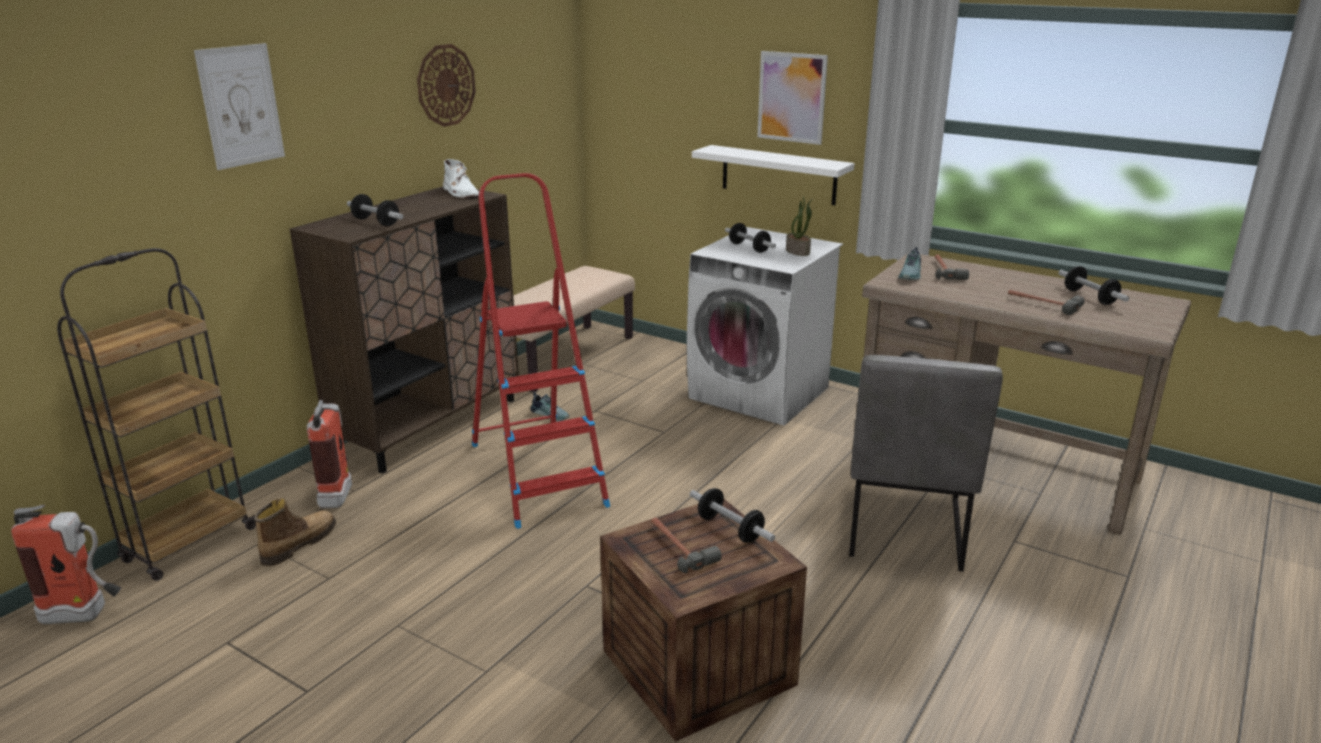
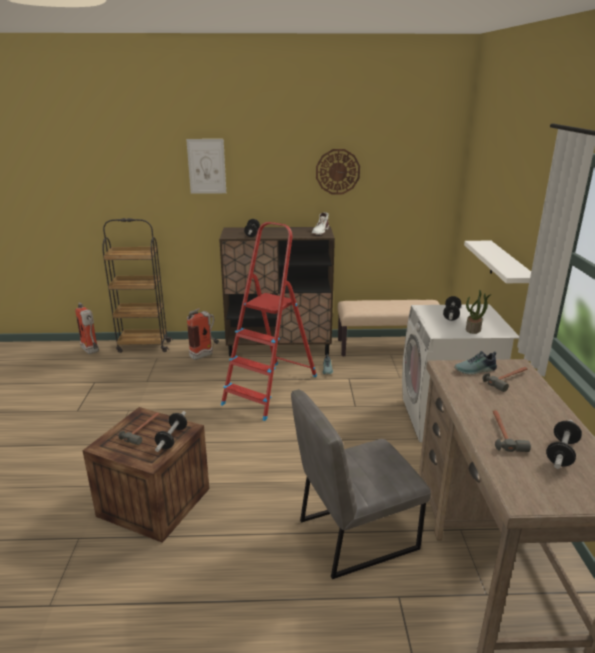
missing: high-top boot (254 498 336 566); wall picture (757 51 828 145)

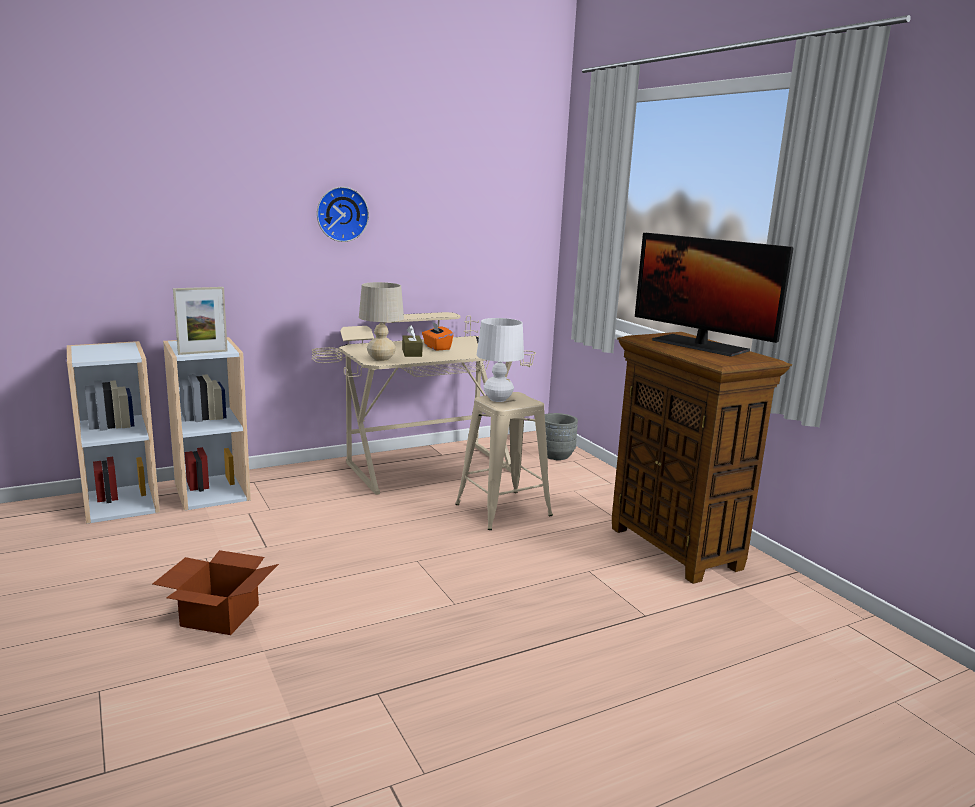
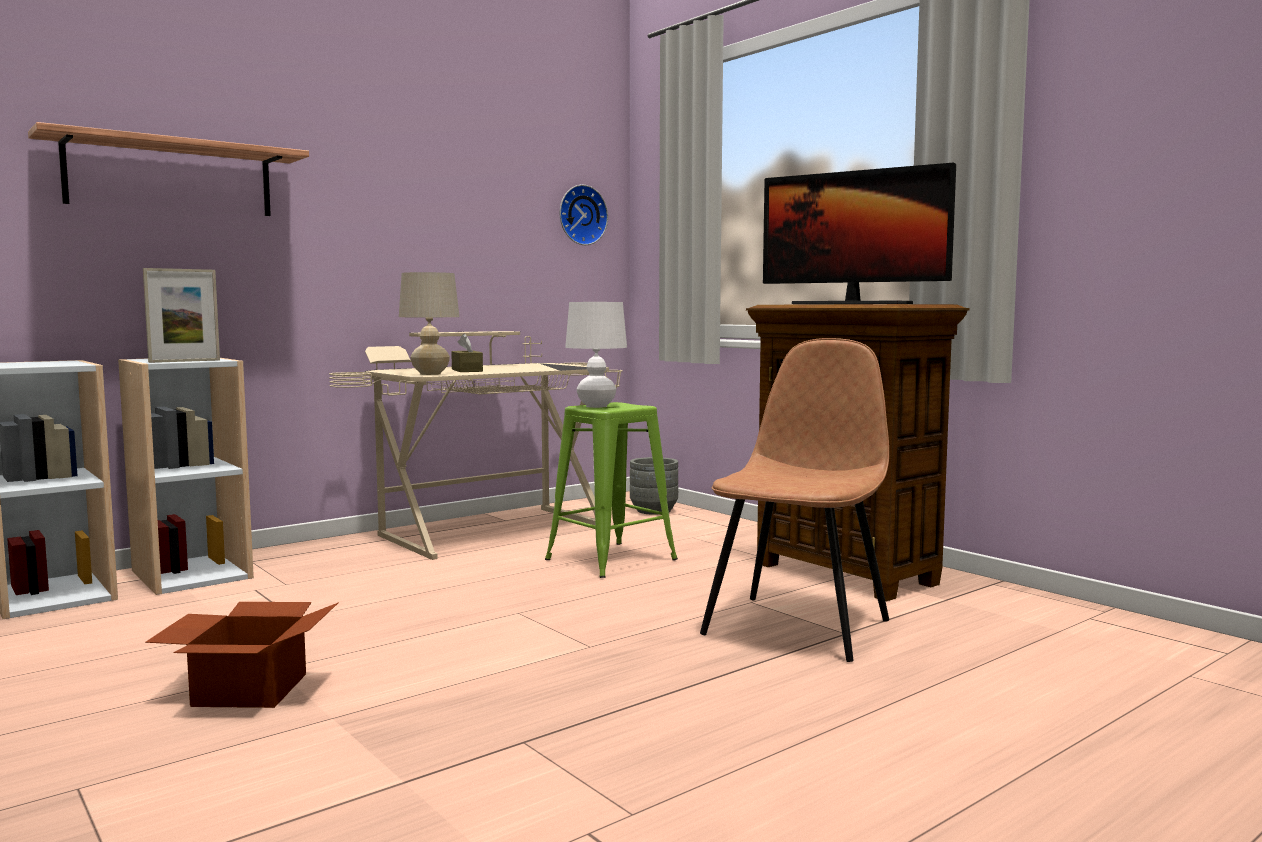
missing: tissue holder/orange-coloured (422 322 453 351)
appeared: bracket shelf (28 122 309 216); upright chair/brownish (700 338 889 662)
relocated: wall clock (317 187 369 242) to (560 185 608 245)
colour: sitting stool/beige (455 392 553 530) to sitting stool/green-coloured (545 402 678 578)

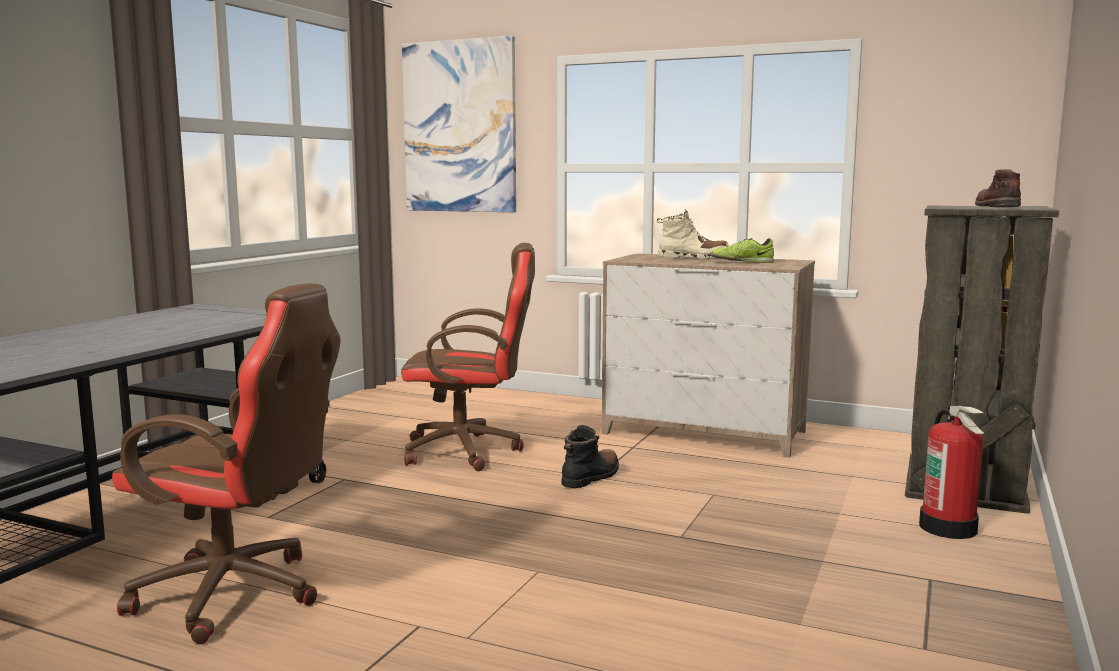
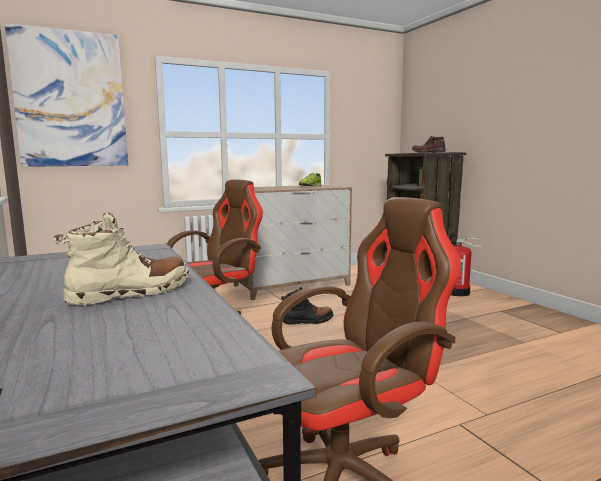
relocated: high-top boot/beige (656 209 729 259) to (53 212 190 306)
spun: high-top boot/black (561 425 619 489) = (281 287 334 325) 90 degrees clockwise

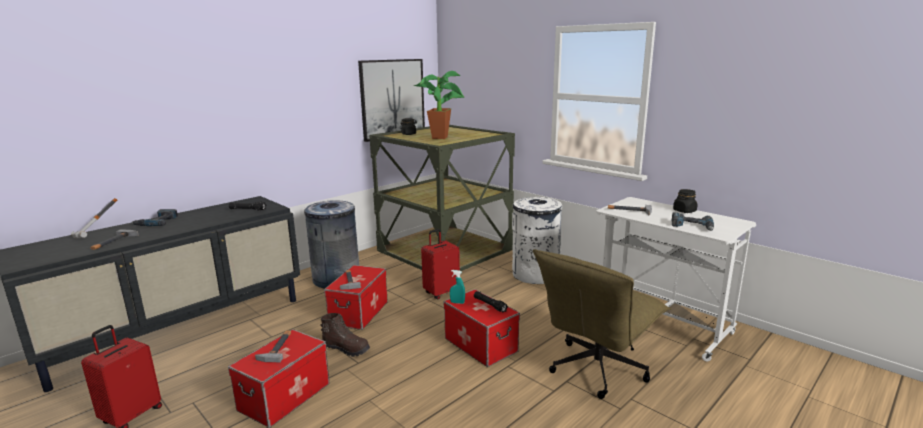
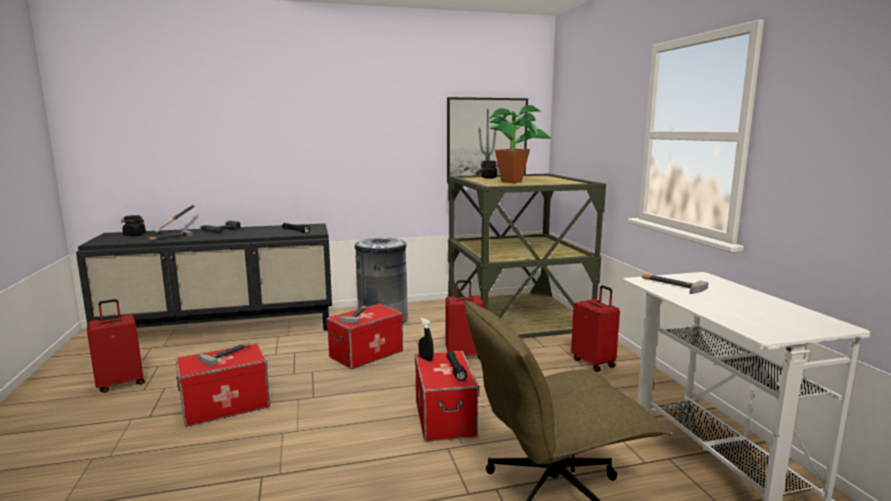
missing: high-top boot/brownish (321 313 370 357); power drill (672 212 714 231)
relocated: jar/black (673 189 698 213) to (121 215 146 236)
exchanged: waste bin/whitish (512 197 562 284) to travel case/reddish (571 285 620 372)
colour: hand sprayer/blue-green (450 270 465 304) to hand sprayer/black (419 318 433 361)

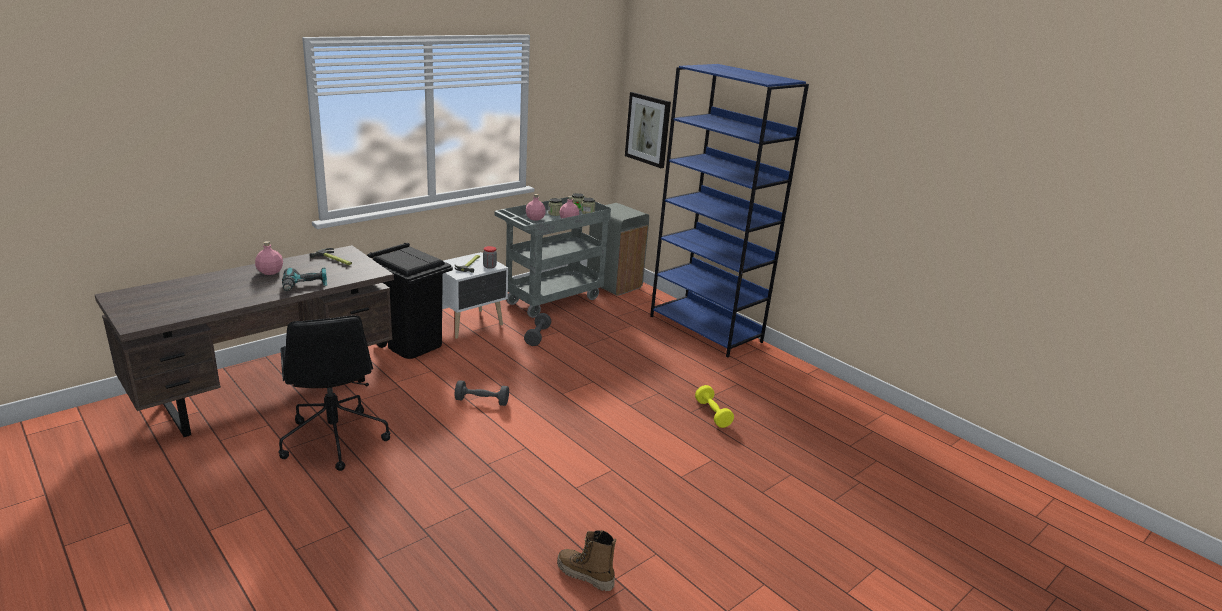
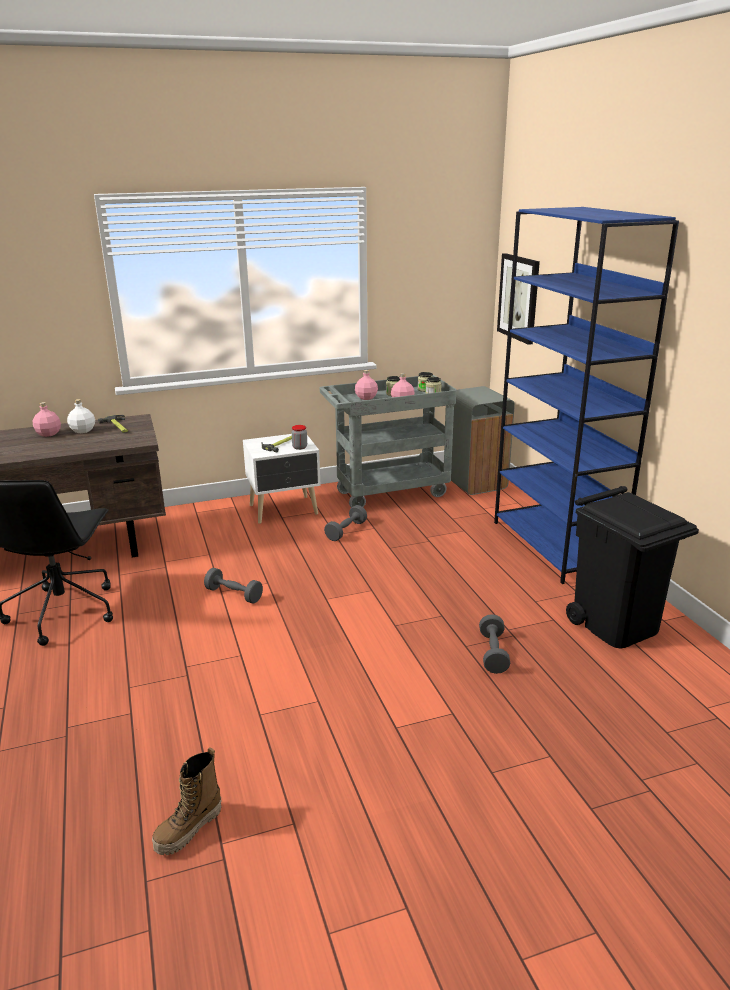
missing: power drill (282 267 327 291)
appeared: bottle/whitish (67 399 95 433)
relocated: waste bin/black (367 243 453 359) to (566 486 699 649)
colour: hand weight/yellowish (695 385 734 428) to hand weight/greyish (479 614 510 674)
spun: high-top boot (557 530 616 591) = (152 747 222 855) 105 degrees counterclockwise

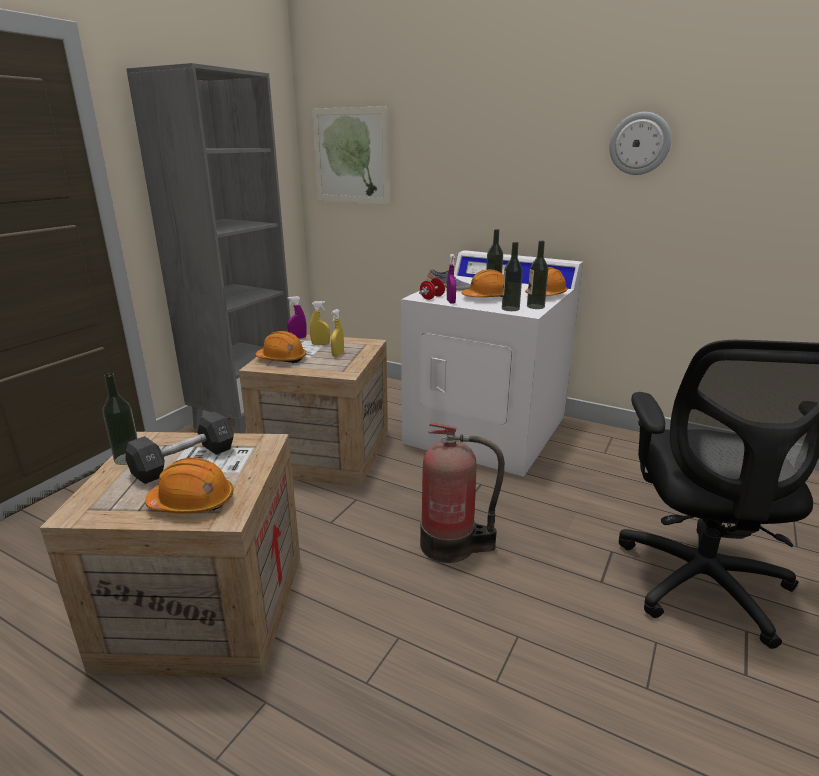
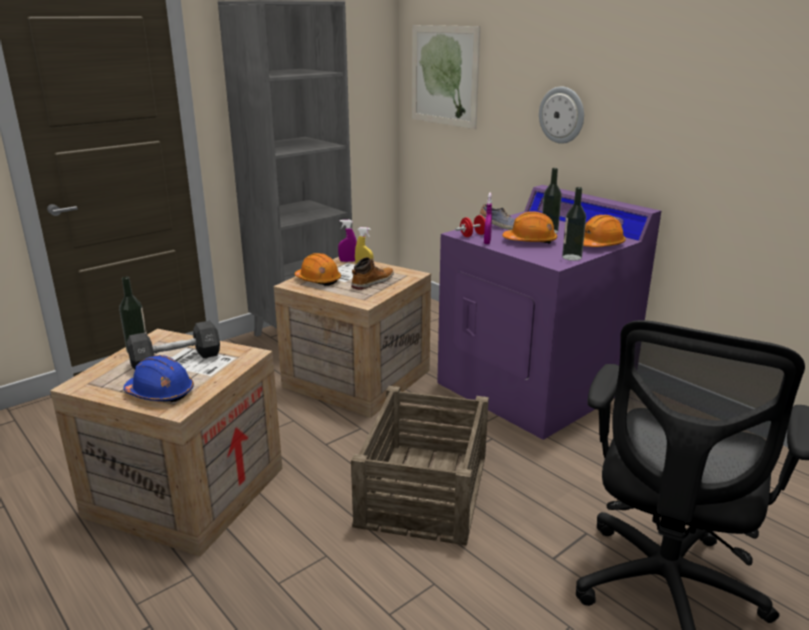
missing: bottle (502 242 523 311)
relocated: wall clock (609 112 671 175) to (539 86 584 144)
exchanged: hand sprayer/yellowish (331 309 344 357) to high-top boot (351 257 394 290); extinguisher (420 422 505 563) to packing crate (351 386 489 546)
colour: hard hat/orange-coloured (145 457 233 513) to hard hat/bluish (124 355 194 402); laundry appliance/whitish (401 250 583 477) to laundry appliance/purple-coloured (437 185 661 440)

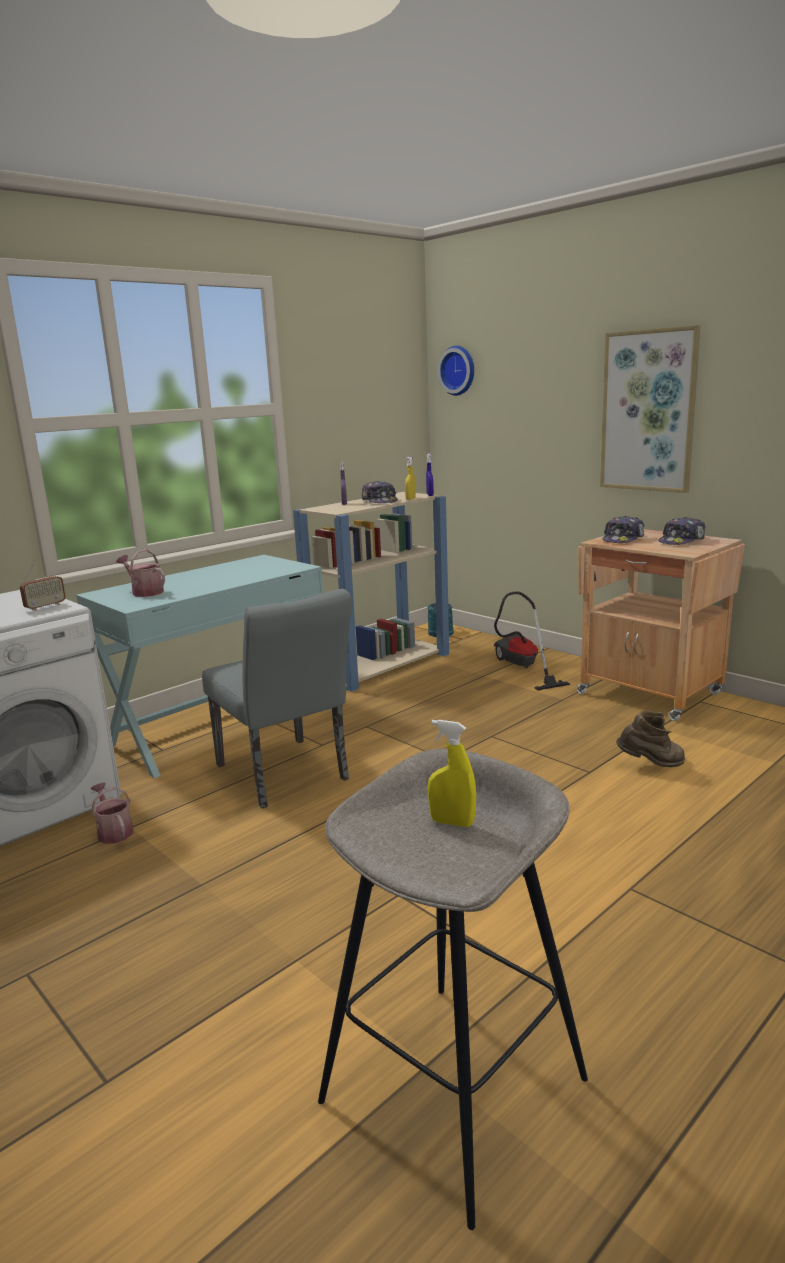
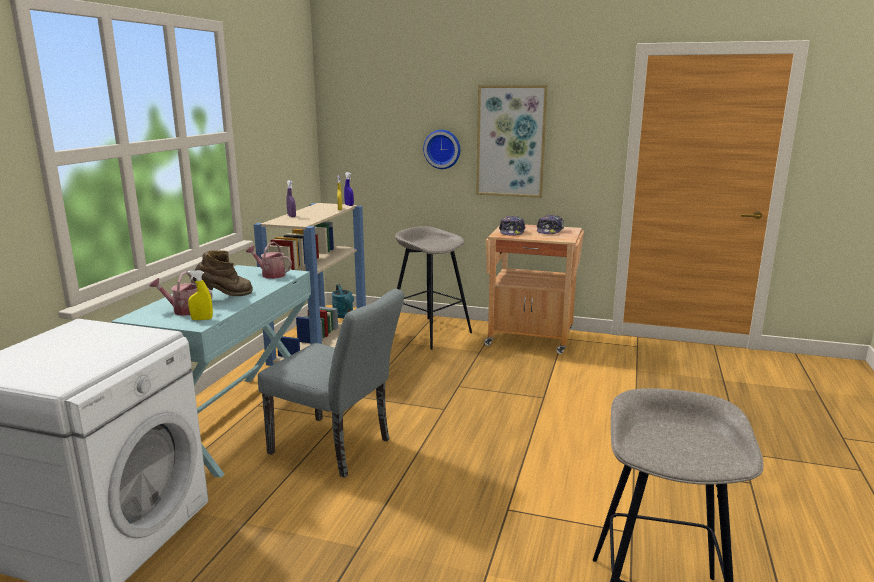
missing: radio receiver (20 558 66 611); peaked cap (361 481 398 503)
relocated: hand sprayer/yellowish (428 720 476 827) to (187 270 213 320); high-top boot/brownish (616 711 685 767) to (193 250 253 296); sprinkling can (91 783 133 844) to (246 242 292 279); wall clock (437 346 474 396) to (423 130 460 169)
exchanged: vacuum cleaner (494 592 570 691) to sitting stool/greyish (395 226 472 350)

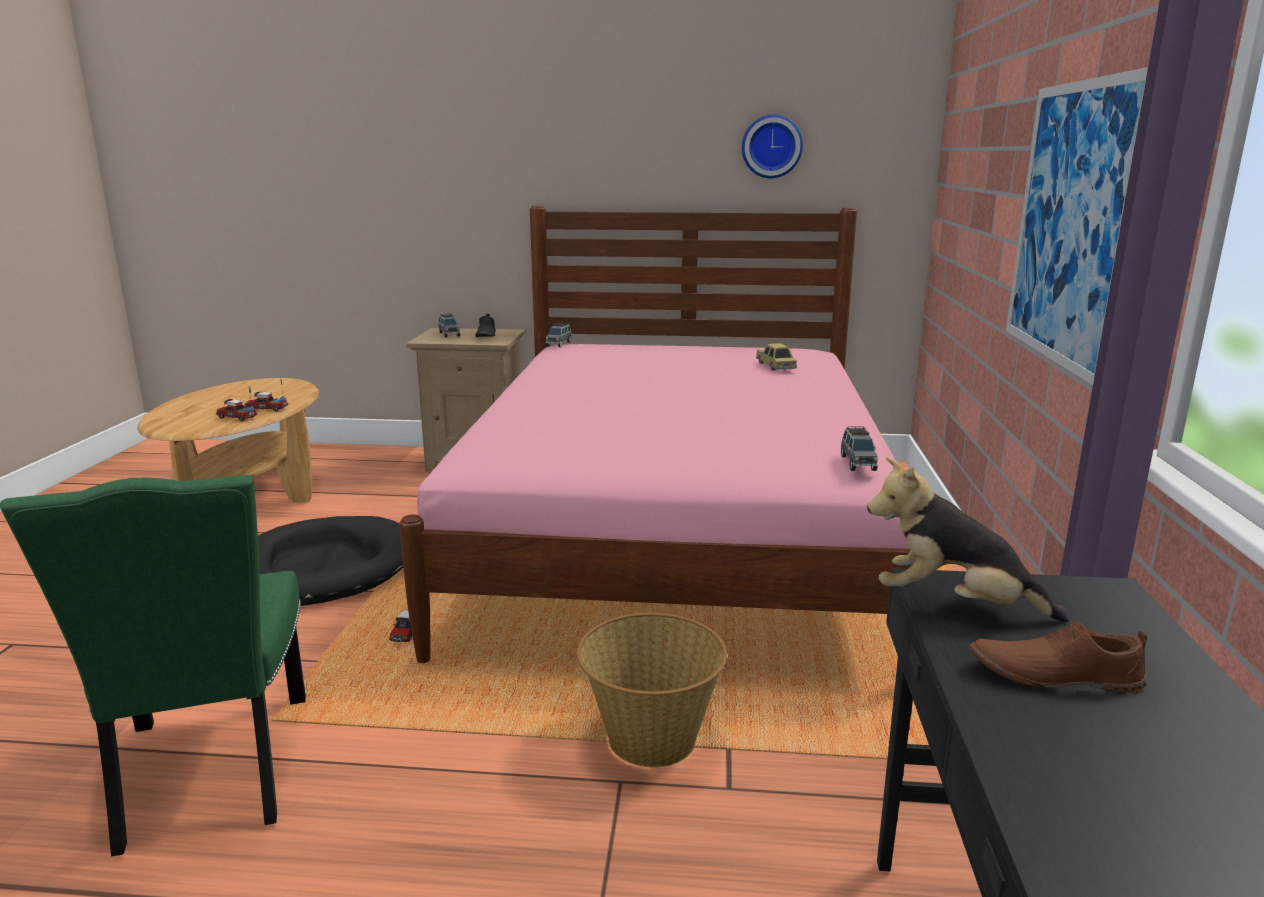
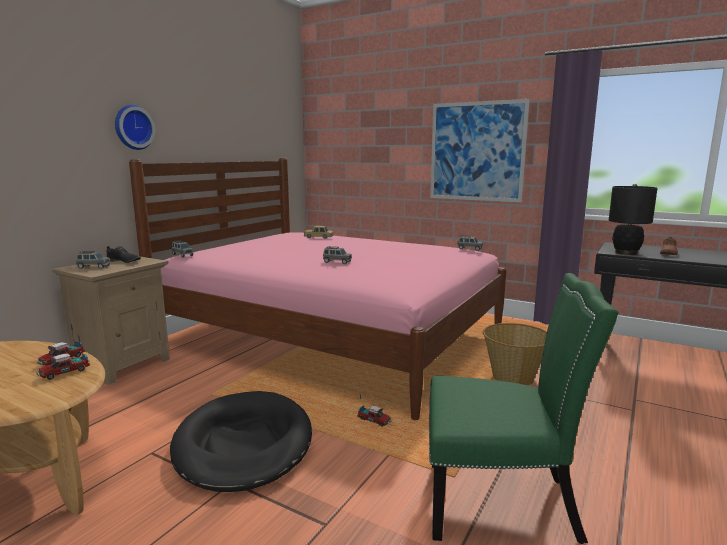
appeared: toy car/greyish (323 246 352 264)
relocated: wall clock (742 115 803 178) to (115 105 155 150)
exchanged: plush toy (867 457 1069 622) to tabletop lamp/black (609 184 657 255)

